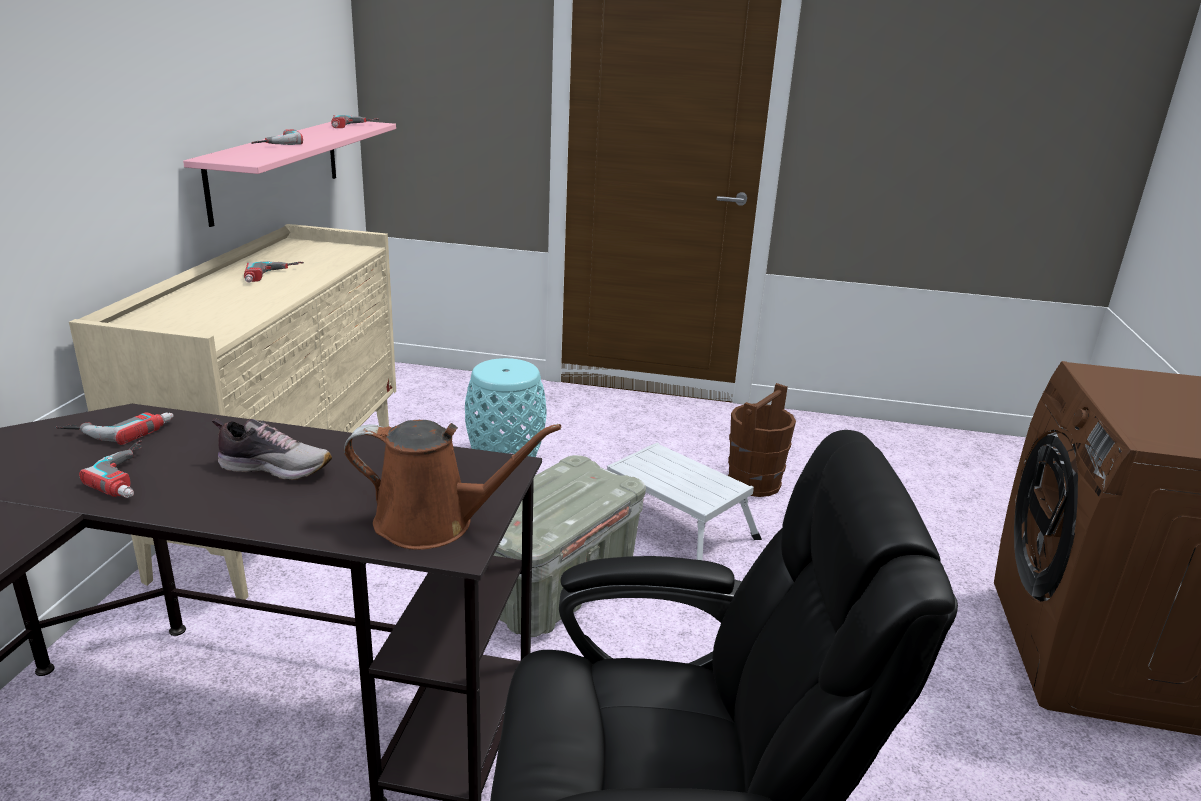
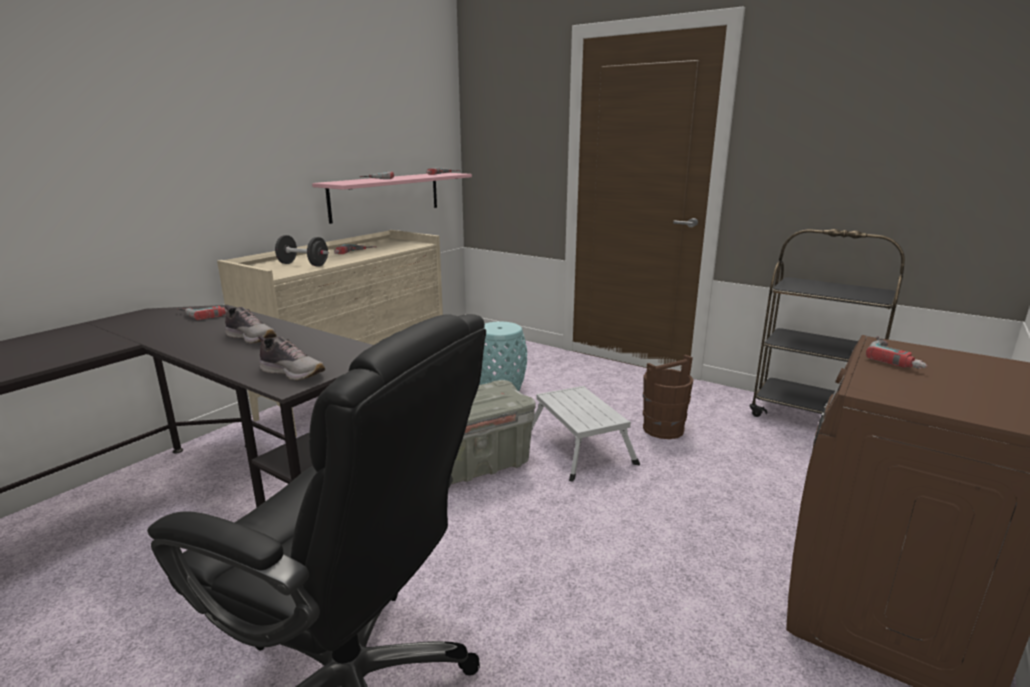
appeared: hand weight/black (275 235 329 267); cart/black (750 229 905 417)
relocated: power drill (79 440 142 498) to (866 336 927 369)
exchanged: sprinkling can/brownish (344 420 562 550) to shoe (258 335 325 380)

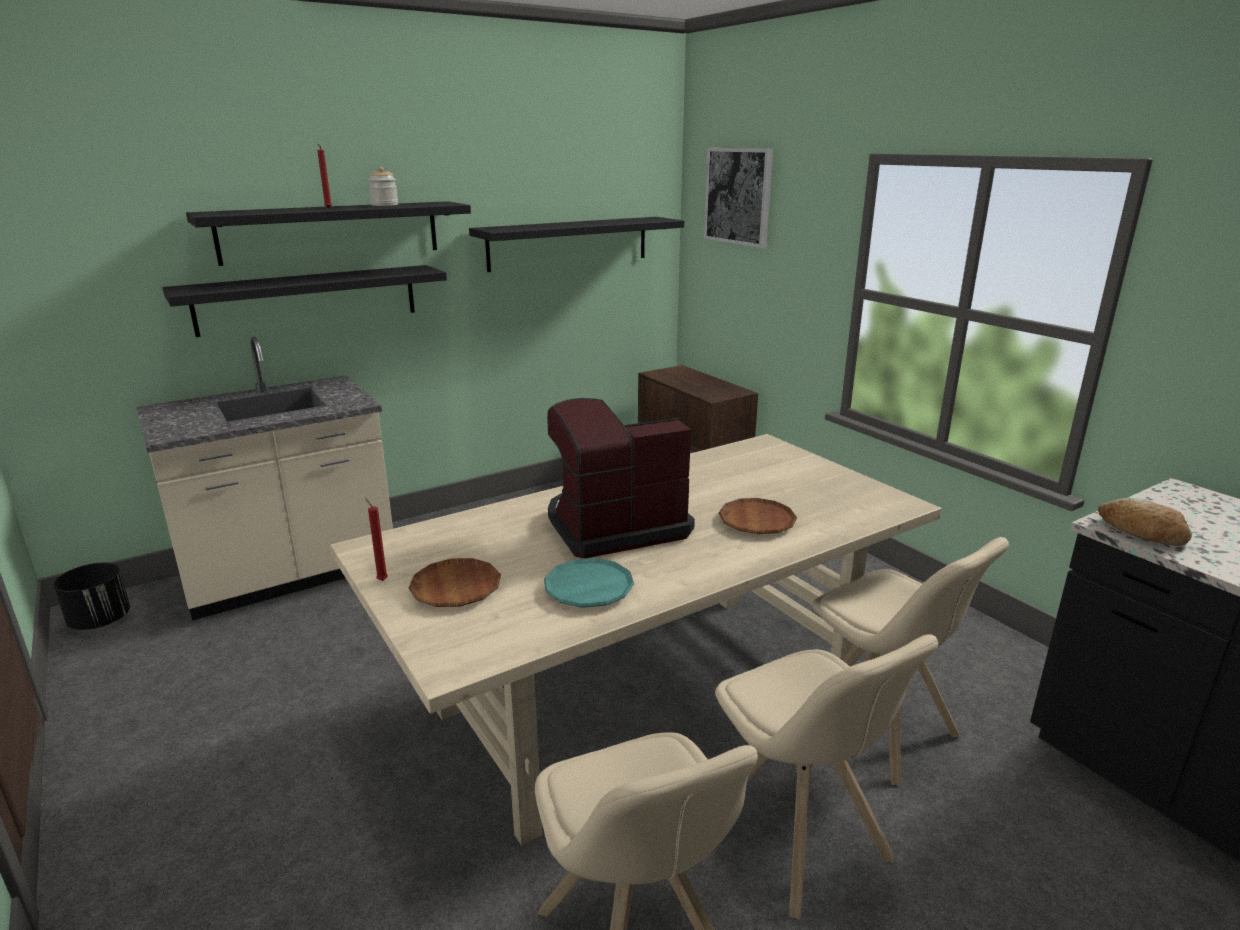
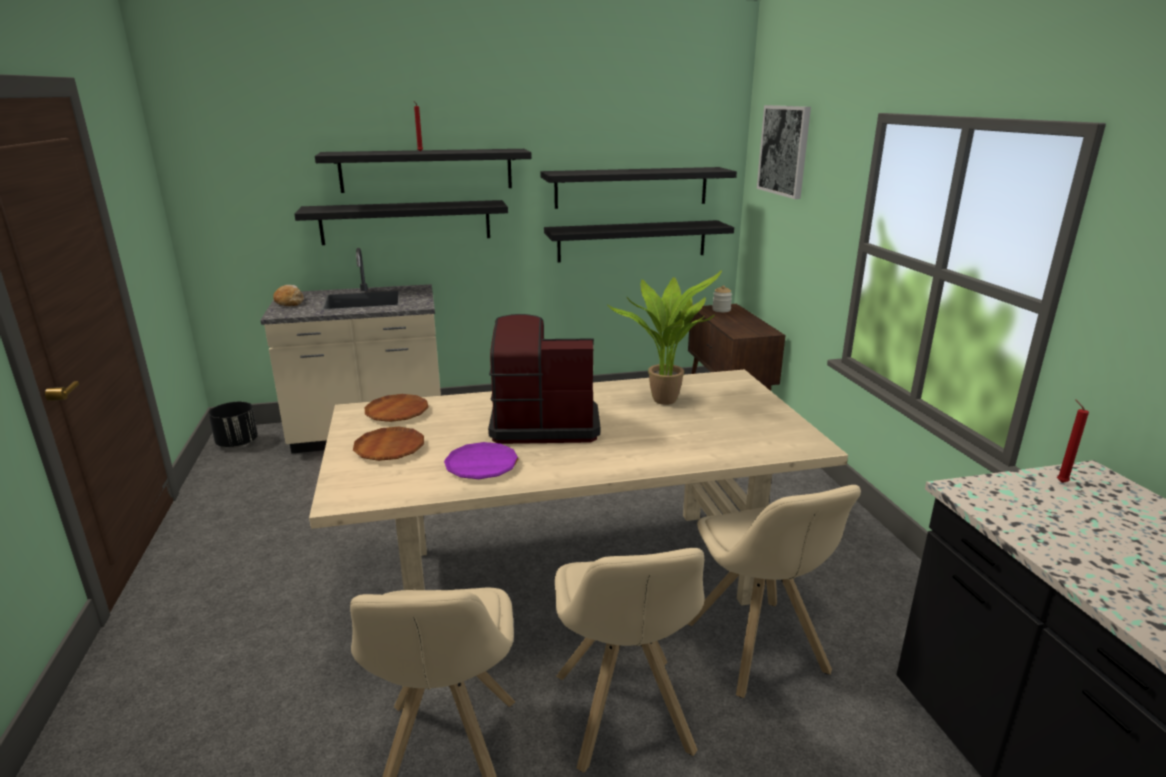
appeared: bracket shelf/black (544 220 734 262); plant in a pot (607 270 722 405)
relocated: bread (1098 498 1192 546) to (273 285 304 306); flat dish/brownish (719 498 797 534) to (365 394 429 422); jar (368 167 398 206) to (712 285 732 312); candle/reddish (365 498 388 581) to (1057 399 1089 483)
colour: flat dish/blue-green (544 558 634 608) to flat dish/purple-coloured (444 442 519 479)

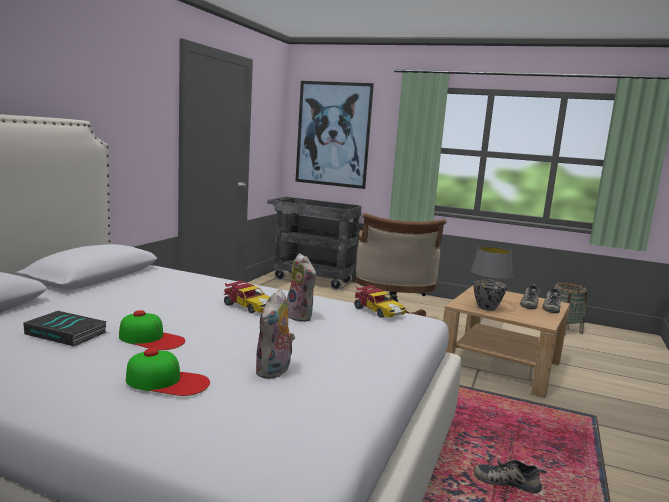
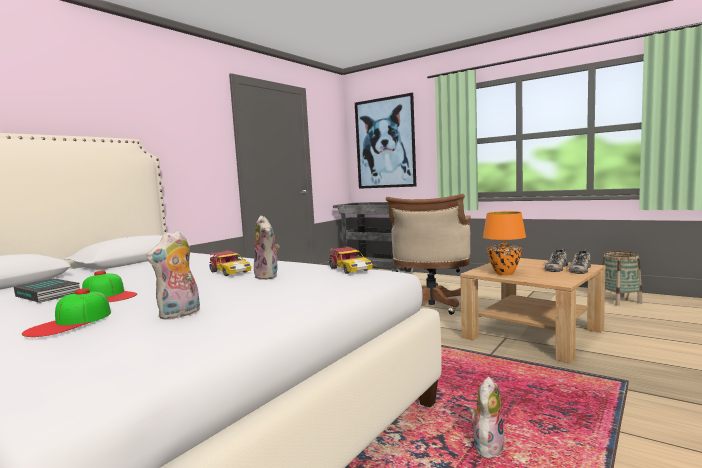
exchanged: shoe (474 460 547 493) to plush toy (470 377 505 461)
colour: tabletop lamp/greyish (471 246 513 311) to tabletop lamp/orange-coloured (483 211 526 275)
spun: peaked cap (126 348 210 396) = (22 288 111 337) 90 degrees clockwise

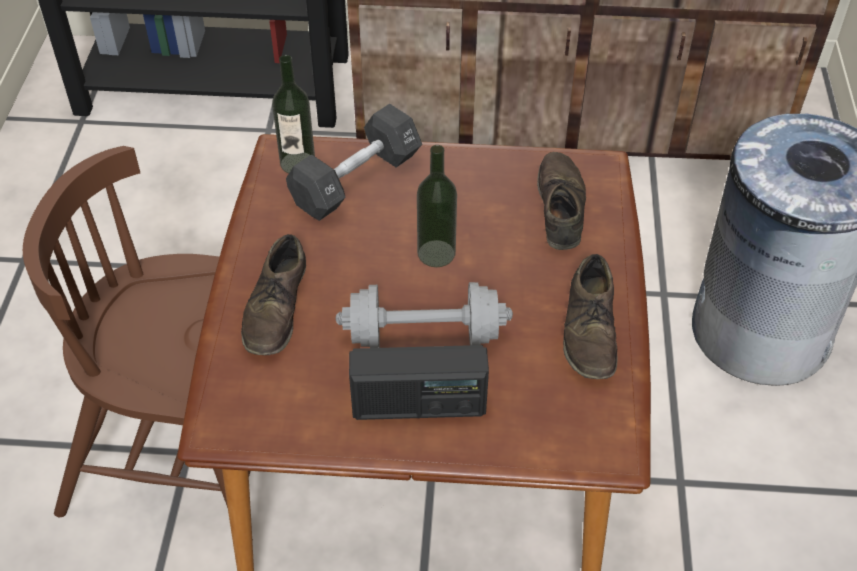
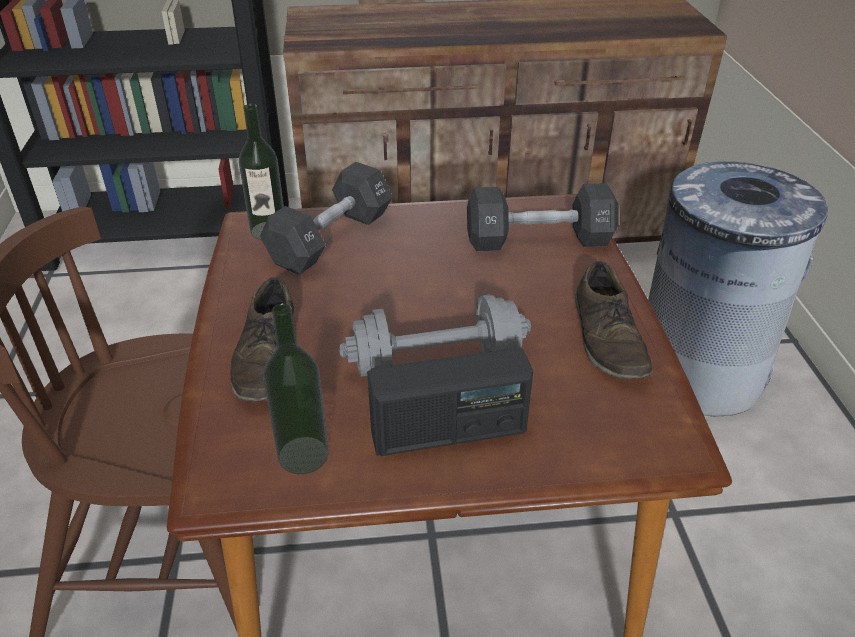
relocated: bottle (417 145 457 267) to (263 303 329 474)
exchanged: shoe/brownish (537 152 586 250) to hand weight/black (467 183 618 251)

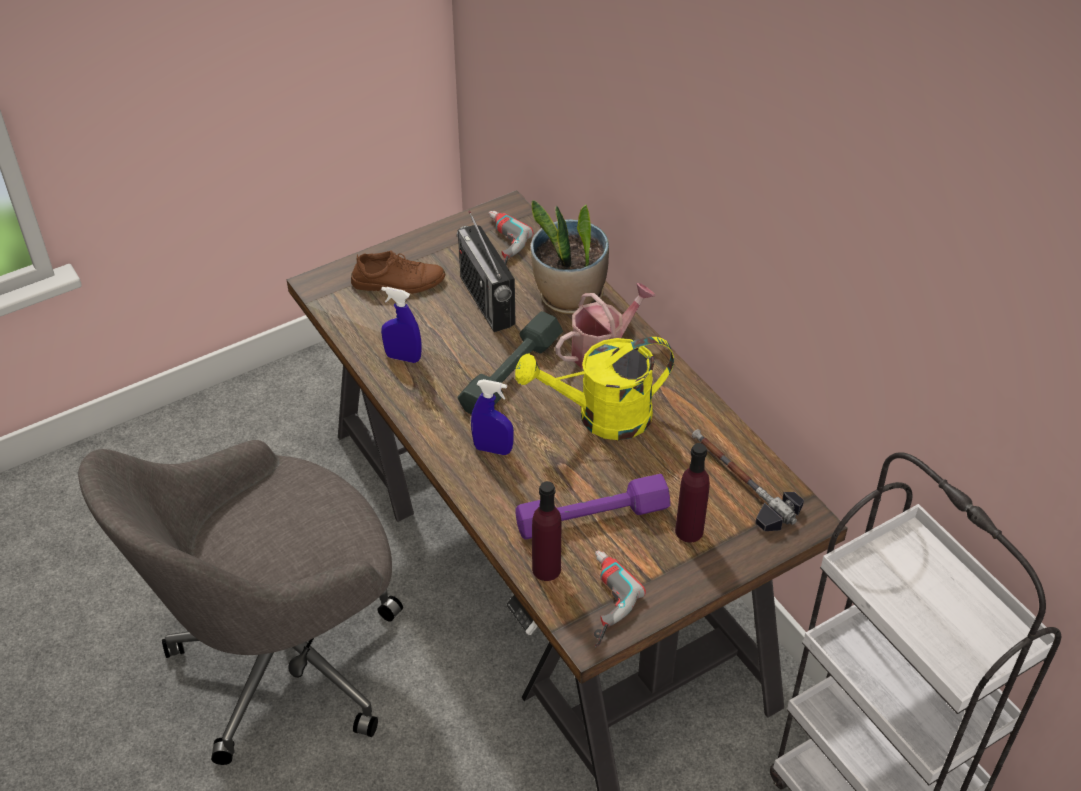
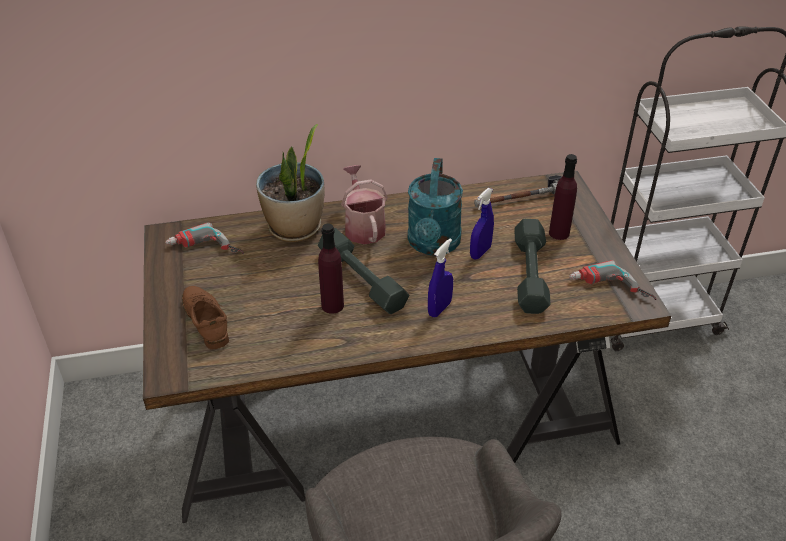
missing: radio receiver (457 211 516 332)
relocated: bottle/purple-coloured (532 481 561 581) to (318 224 344 314); hand sprayer/bluish (381 287 422 363) to (470 188 494 260)
colour: sprinkling can/yellowish (515 337 674 440) to sprinkling can/blue-green (408 158 463 255); hand weight/purple-coloured (515 474 671 539) to hand weight/greyish (514 219 550 314)
spun: shoe/brownish (351 251 445 294) = (182 286 229 349) 45 degrees counterclockwise

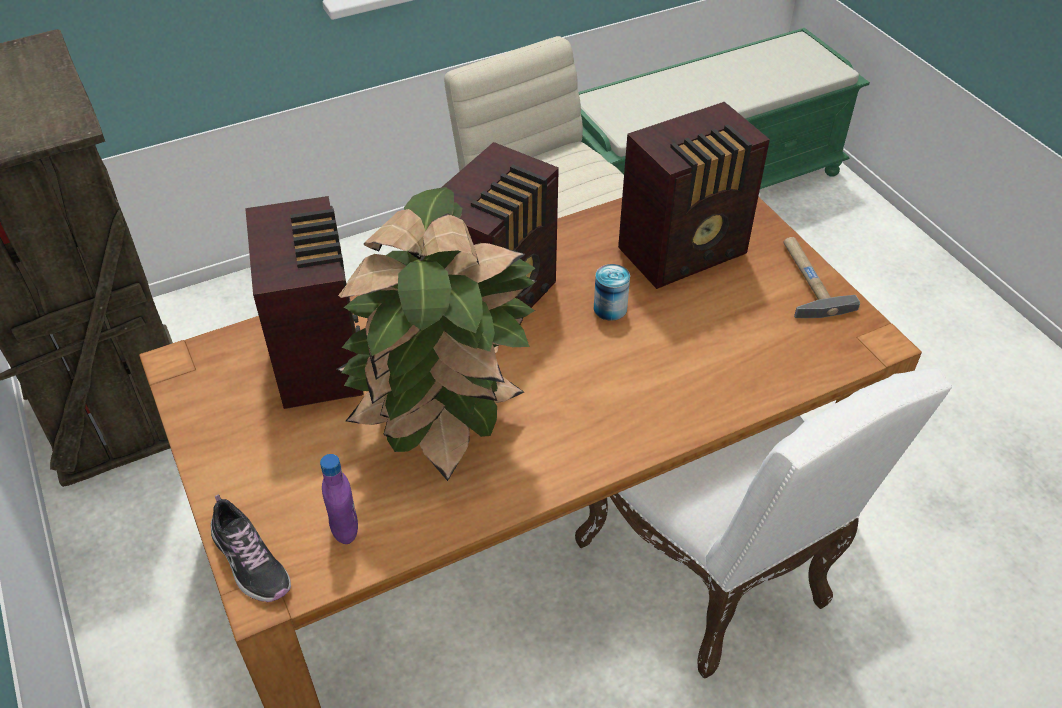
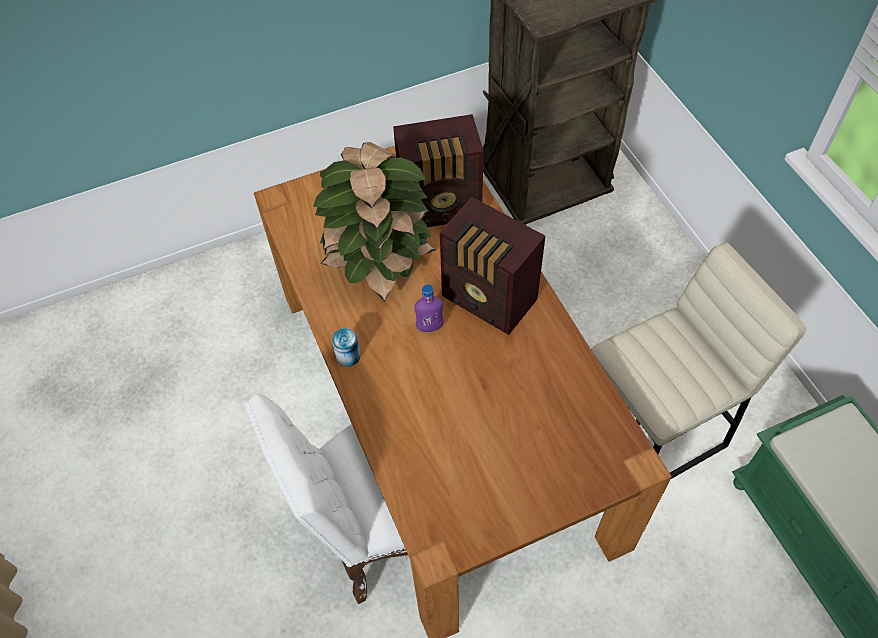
missing: shoe (211 494 291 602); radio receiver (618 102 770 289); hand hammer (783 237 860 318)
relocated: can (594 264 630 321) to (332 328 360 367); bottle/purple-coloured (320 454 358 544) to (414 284 444 332)

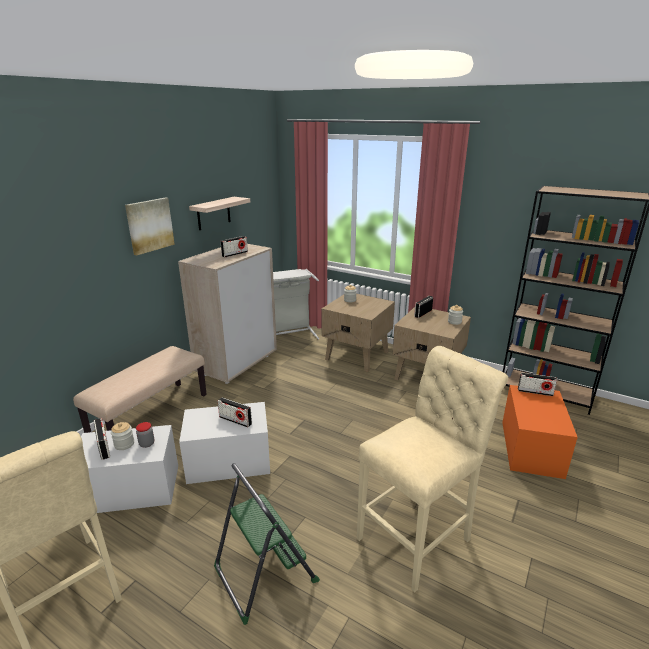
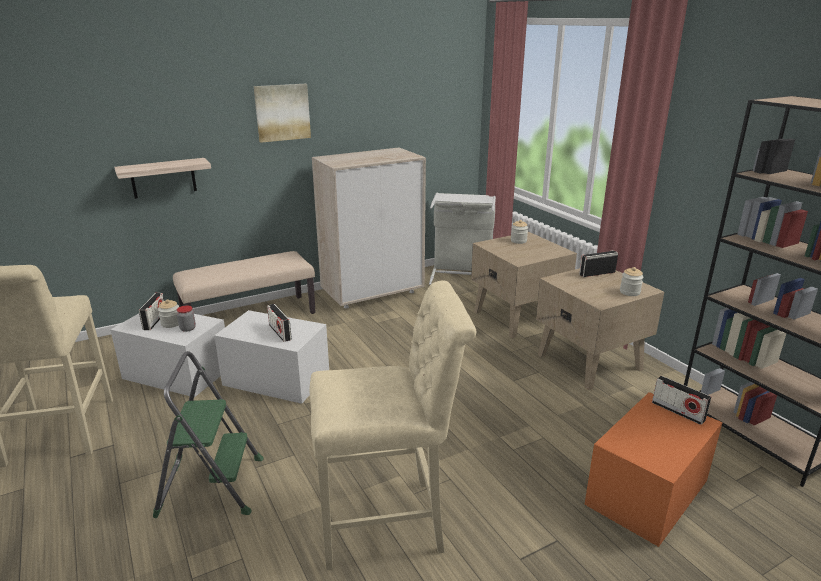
missing: radio receiver (220 236 248 257)
relocated: bracket shelf (189 197 250 230) to (114 158 211 199)

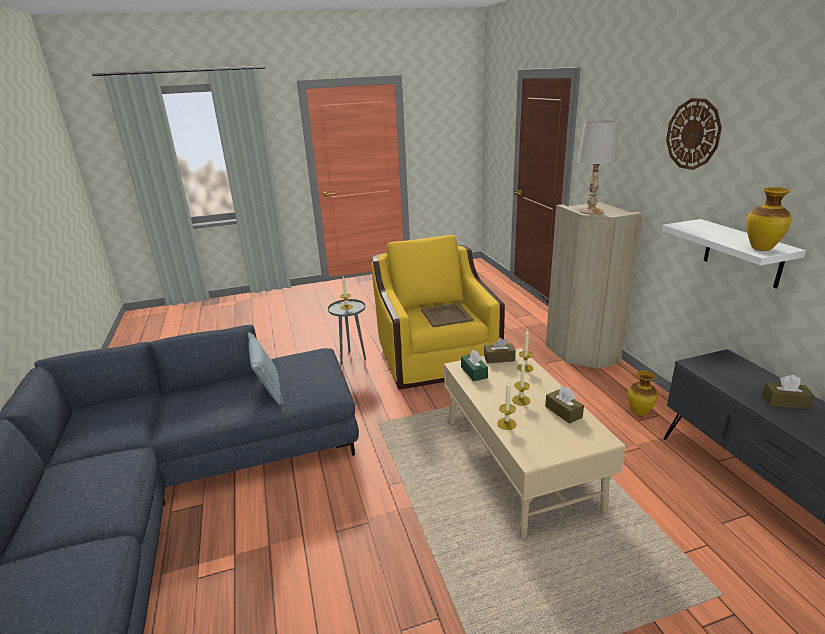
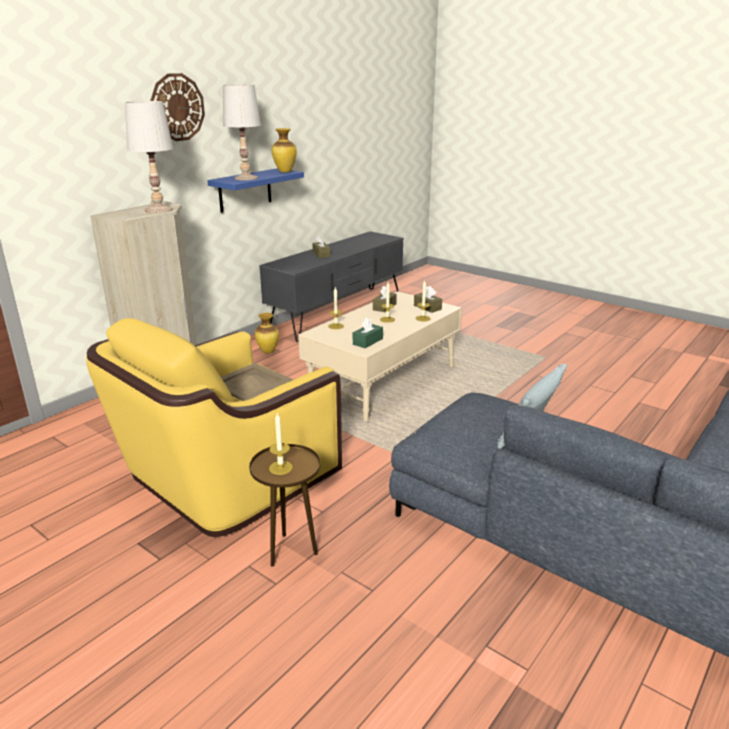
appeared: tabletop lamp/whitish (223 84 261 180)
relocated: tissue holder/brownish (484 338 516 363) to (414 286 442 313)
colour: bracket shelf/whitish (662 219 806 289) to bracket shelf/bluish (207 168 304 213); accent table/greyish (328 299 366 364) to accent table/brownish (249 444 321 566)

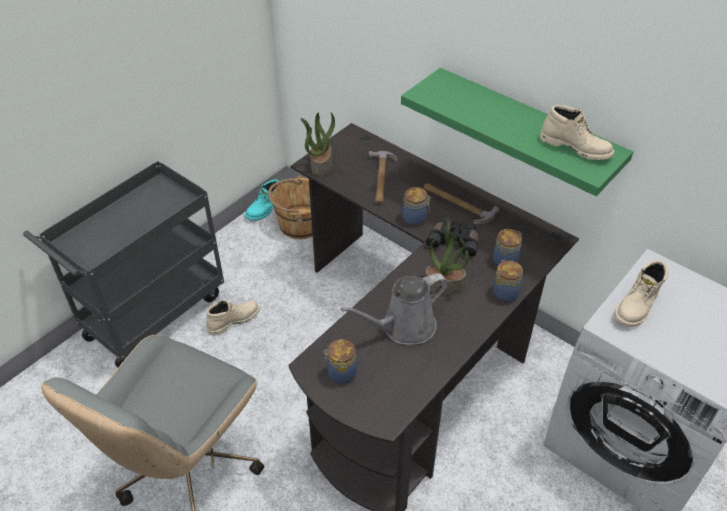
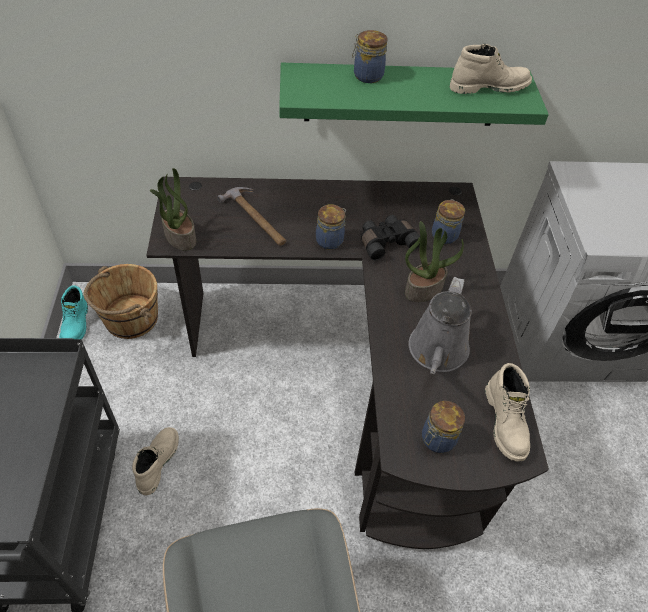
missing: hand hammer (423 183 500 224)
relocated: jar (493 260 523 302) to (352 30 387 83); high-top boot/beige (615 260 668 327) to (485 363 530 462)

